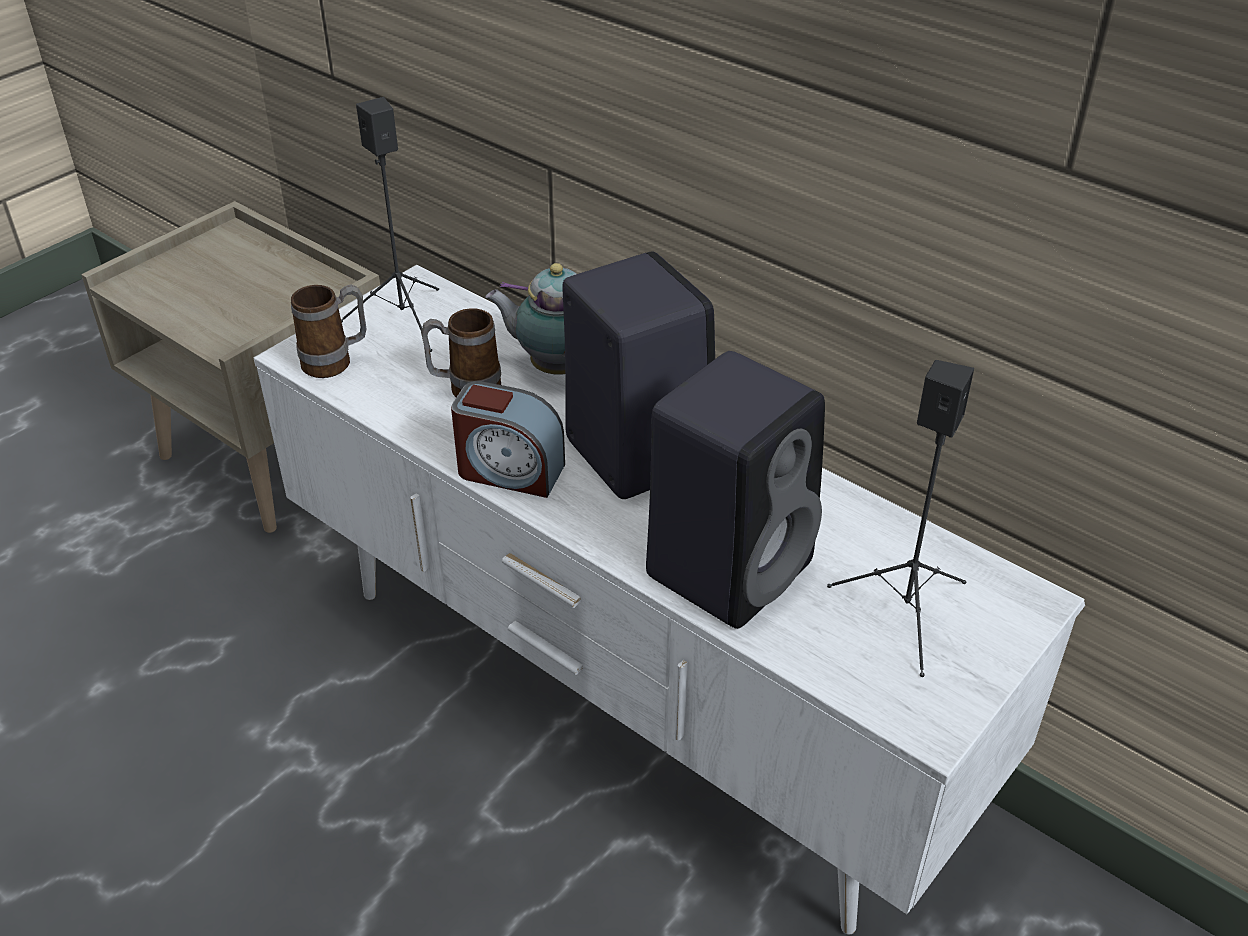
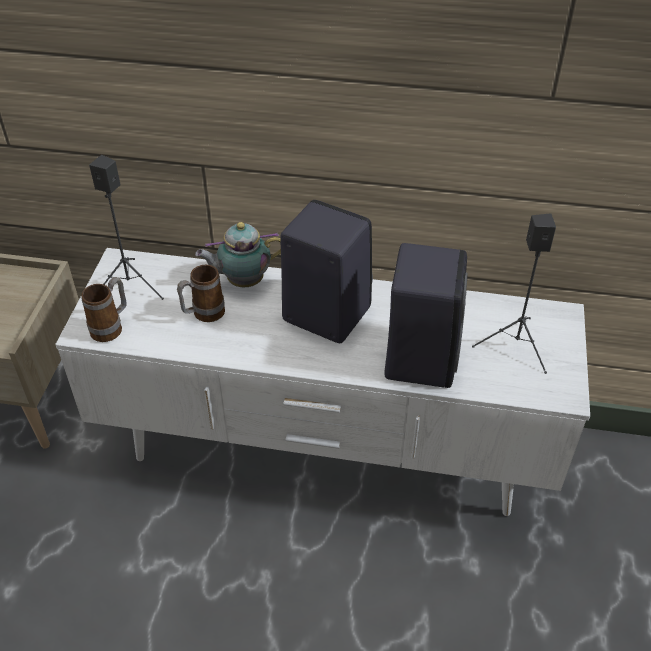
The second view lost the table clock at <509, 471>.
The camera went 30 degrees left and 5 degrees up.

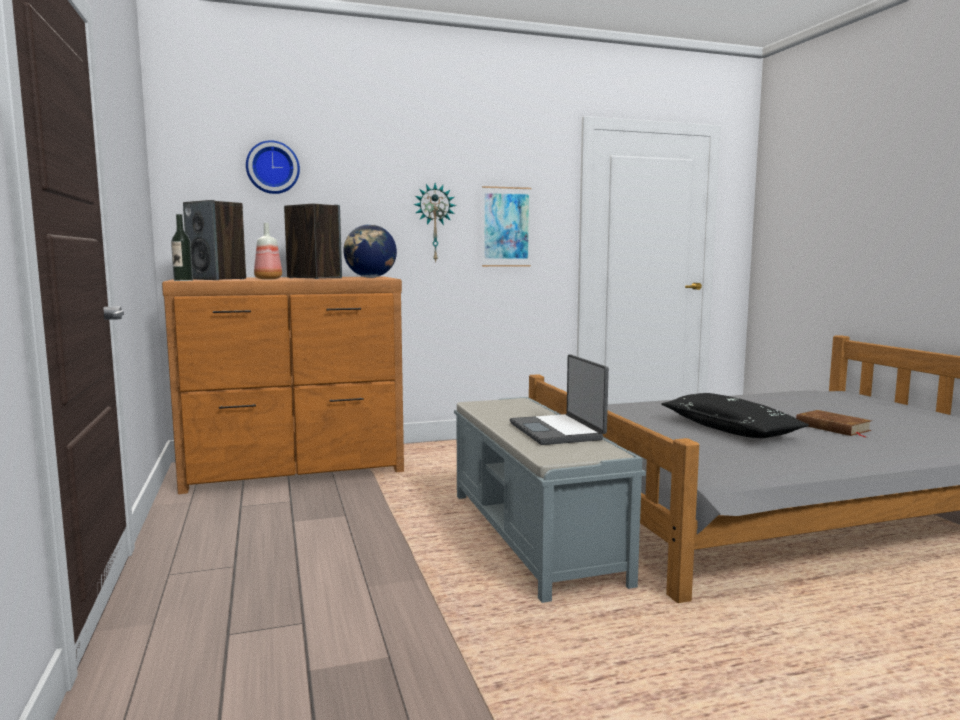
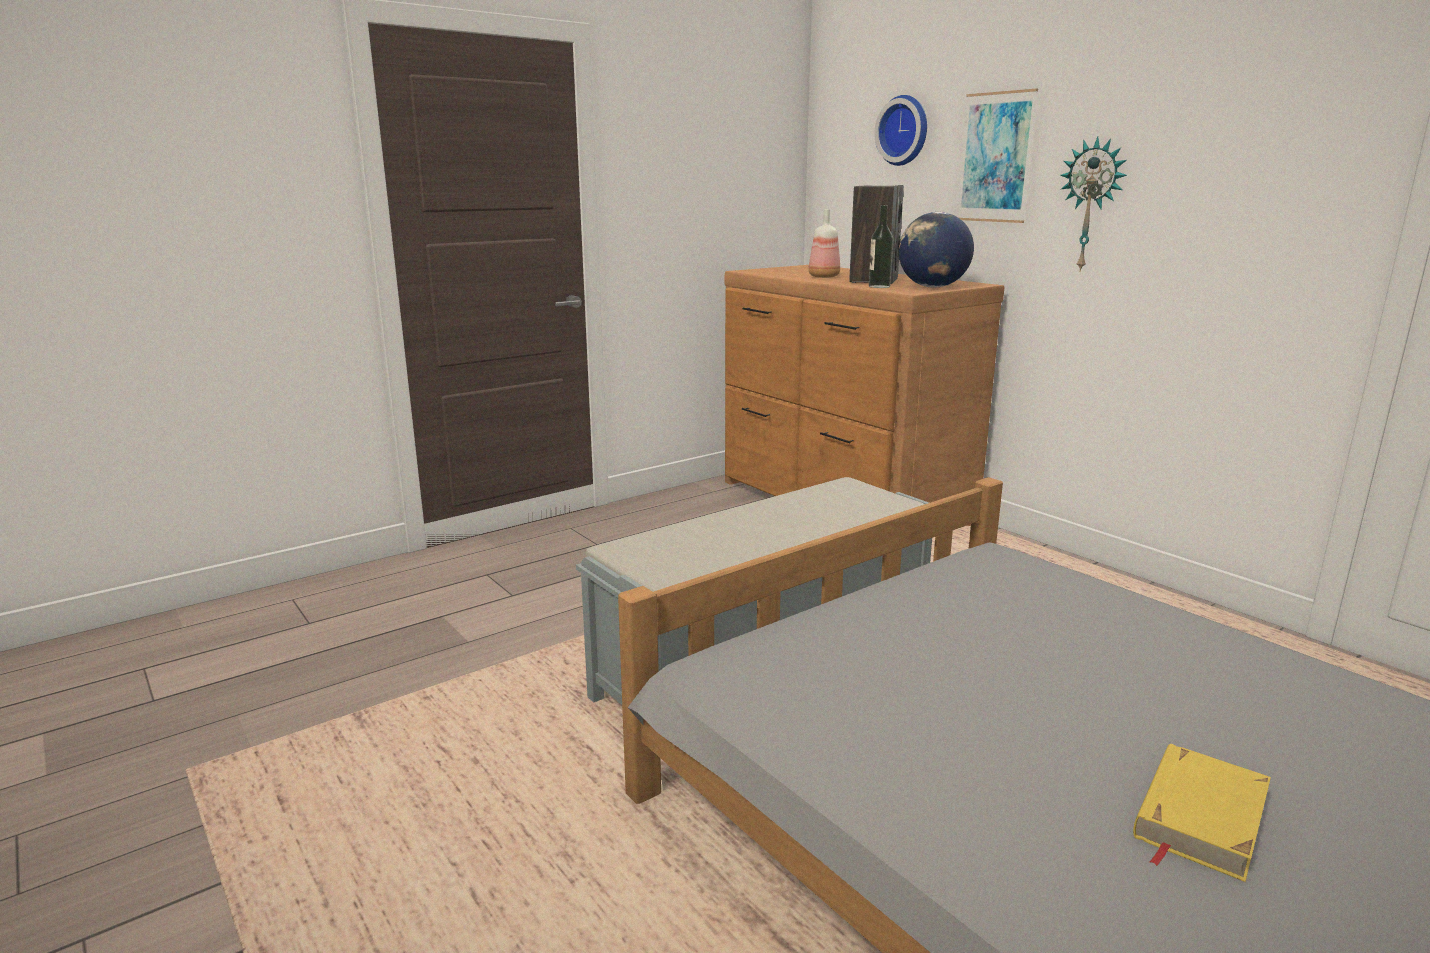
The beverage bottle ended up elsewhere, having gone from <183, 280> to <879, 286>.
The picture ended up elsewhere, having gone from <506, 227> to <995, 157>.
What was the book (brown) at <832, 427> turned into the book (yellowish) at <1199, 817>.
The second view lost the speaker at <217, 279>.
The second view lost the notebook computer at <558, 431>.
The second view lost the pillow (blackish) at <730, 429>.
The camera went 70 degrees right and 10 degrees up.

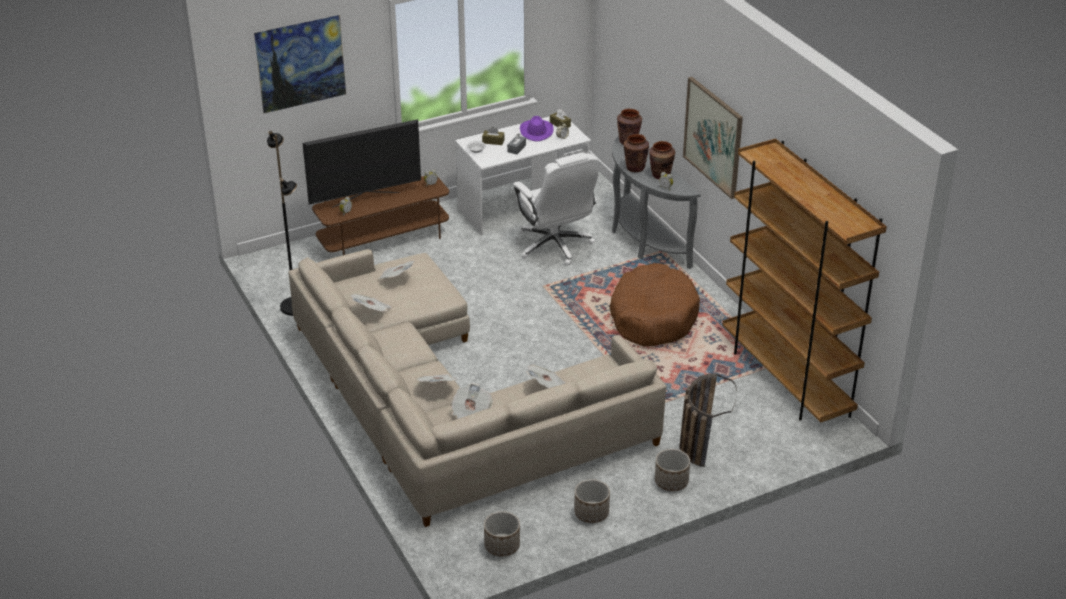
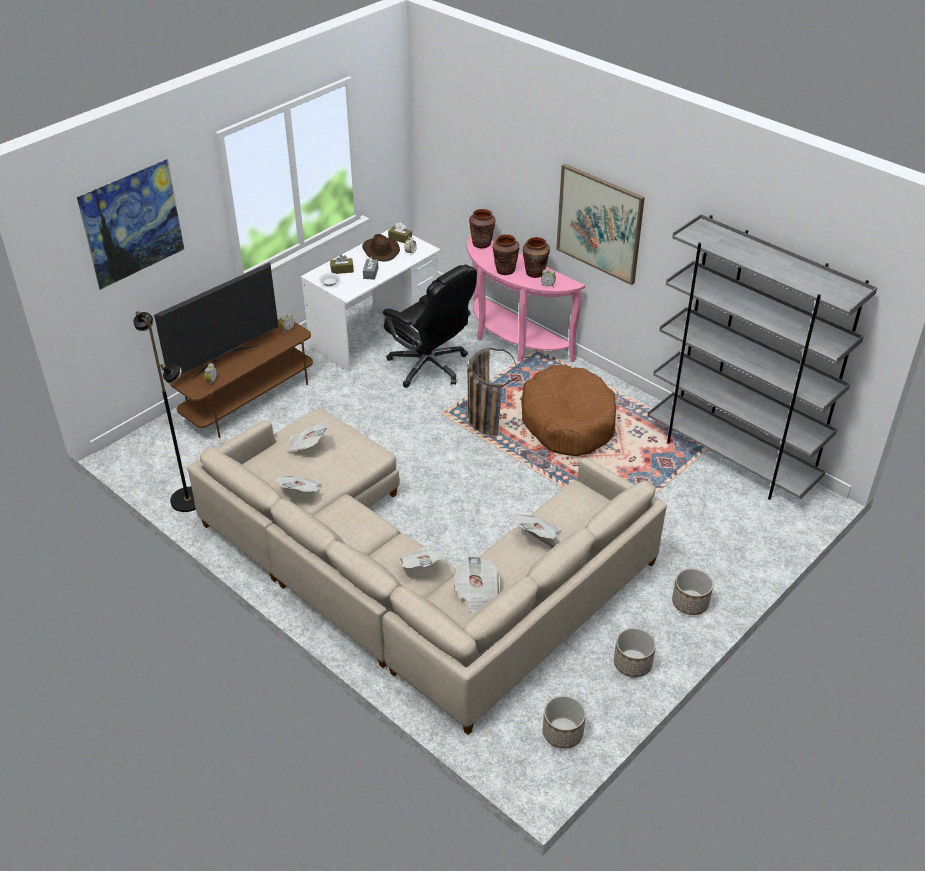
What was the hat (purple) at <536, 131> turned into the hat (brown) at <380, 250>.
What was the office chair (white) at <555, 245> turned into the office chair (blackish) at <429, 366>.
What was the narrow table (grey) at <643, 239> turned into the narrow table (pink) at <512, 341>.
The household basket ended up elsewhere, having gone from <699, 444> to <484, 416>.
What was the shelving unit (brown) at <786, 379> turned into the shelving unit (grey) at <731, 458>.
The camera went 20 degrees left and 5 degrees up.

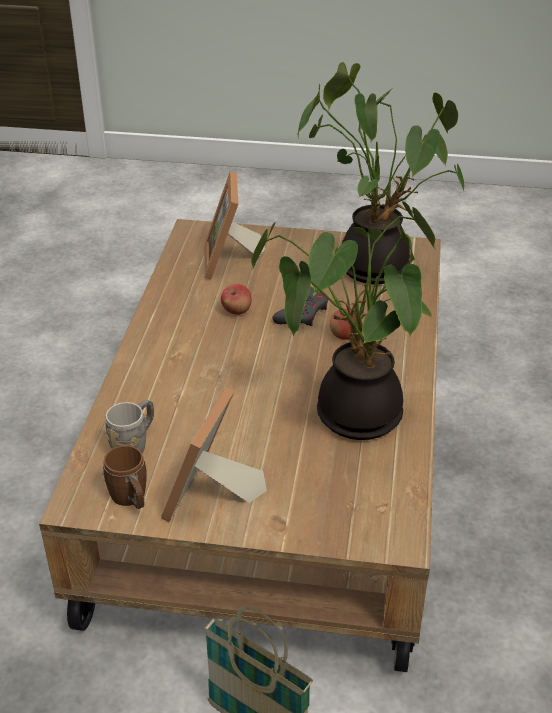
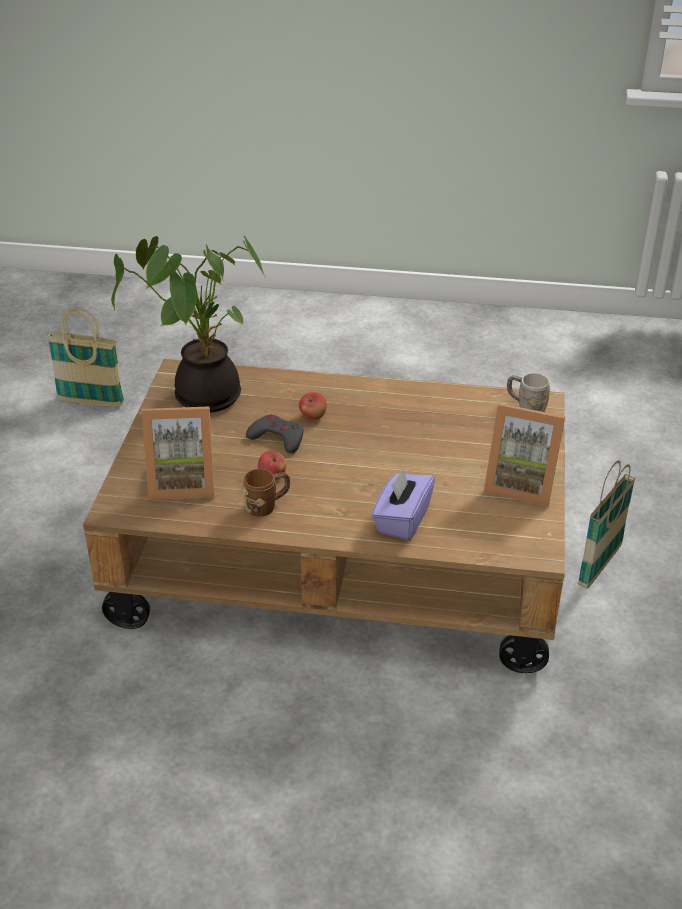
The second view gained the household basket at <91, 402>.
The mug (brown) ended up elsewhere, having gone from <131, 499> to <267, 505>.
The second view gained the tissue box (purple) at <402, 520>.
The mug (grey) ended up elsewhere, having gone from <134, 444> to <526, 407>.
The second view lost the potted plant at <351, 414>.
The camera went 90 degrees left and 0 degrees up.

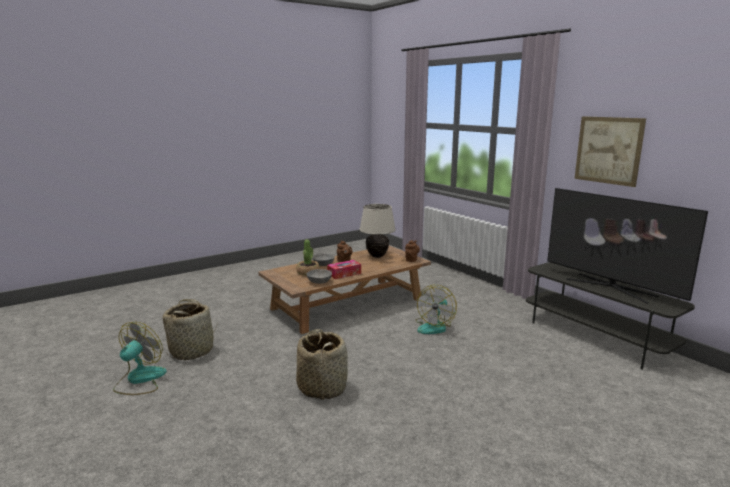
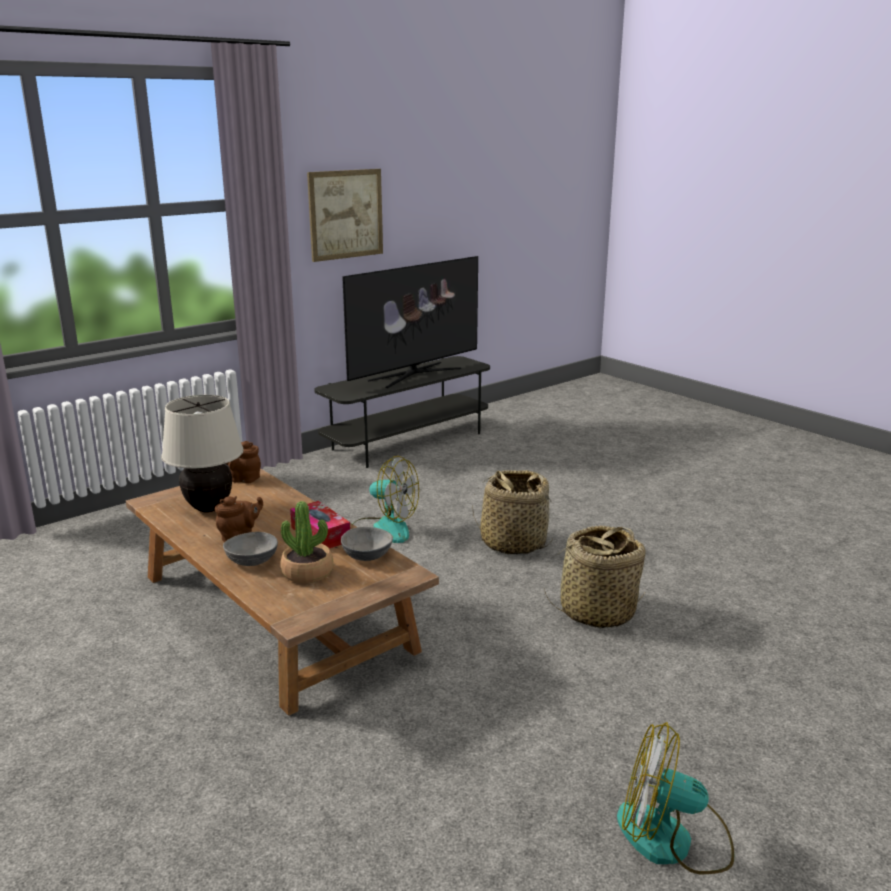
The household basket ended up elsewhere, having gone from <192, 351> to <513, 542>.
The camera went 95 degrees left and 5 degrees up.

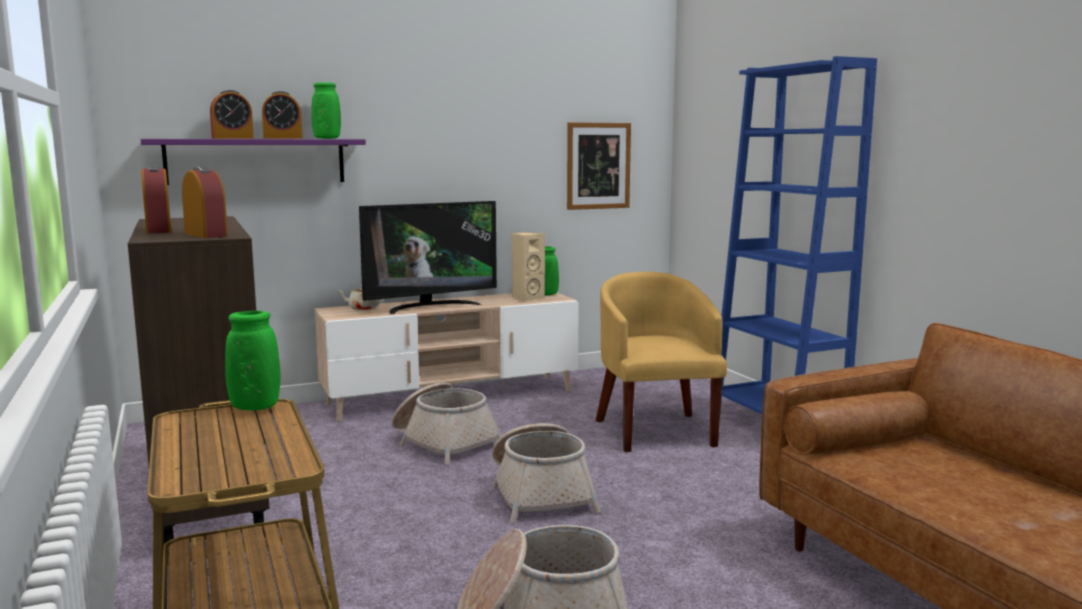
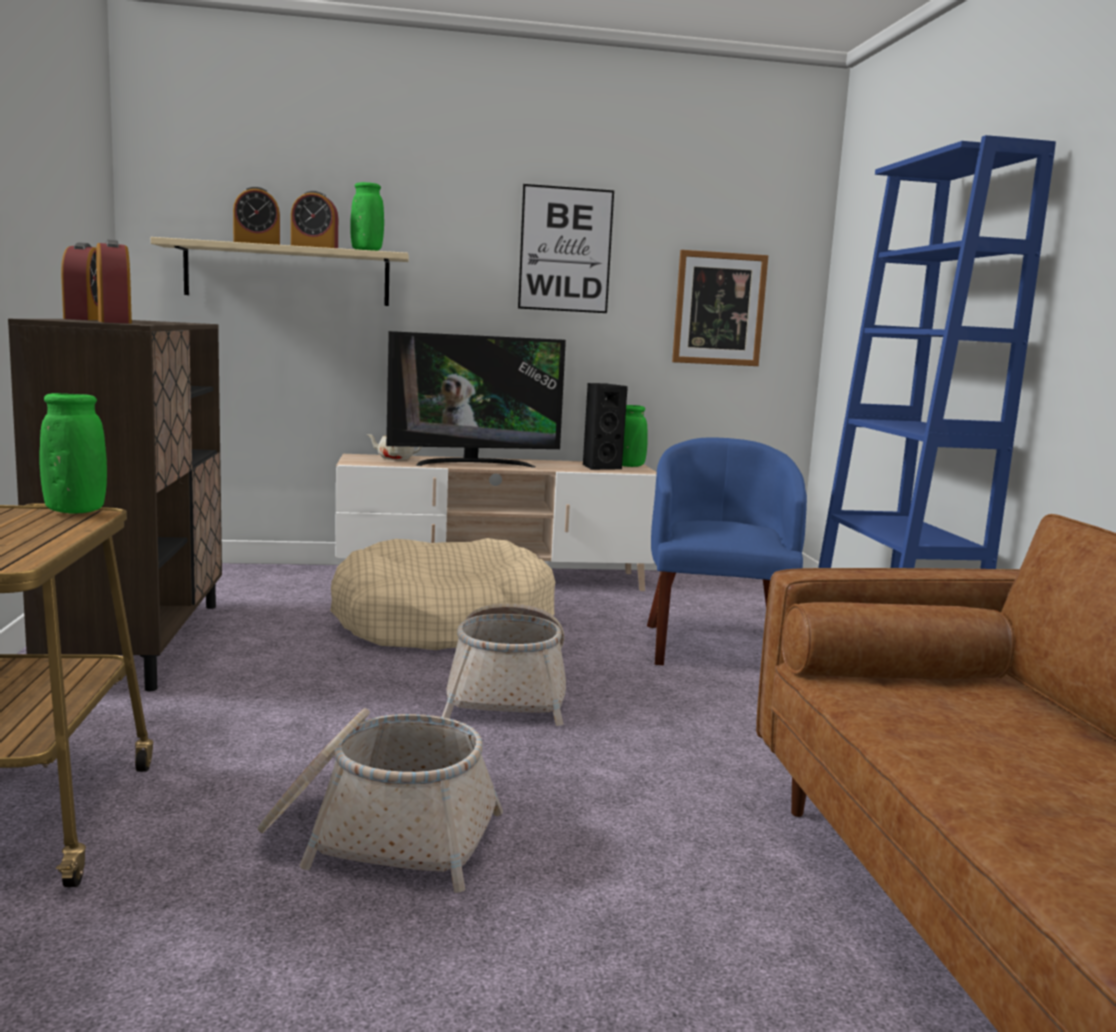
What was the wall shelf (purple) at <256, 161> turned into the wall shelf (beige-coloured) at <288, 274>.
Where the household basket stood at <444, 442>, the pet bed (beige-coloured) came to stand at <443, 623>.
The second view gained the picture at <565, 249>.
What was the speaker (beige-coloured) at <527, 298> turned into the speaker (blackish) at <600, 467>.
What was the easy chair (yellowish) at <655, 430> turned into the easy chair (bluish) at <716, 646>.
The camera went 15 degrees right and 0 degrees up.

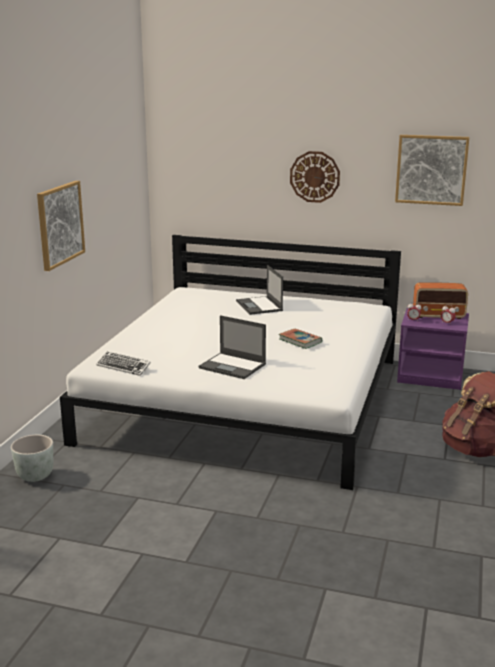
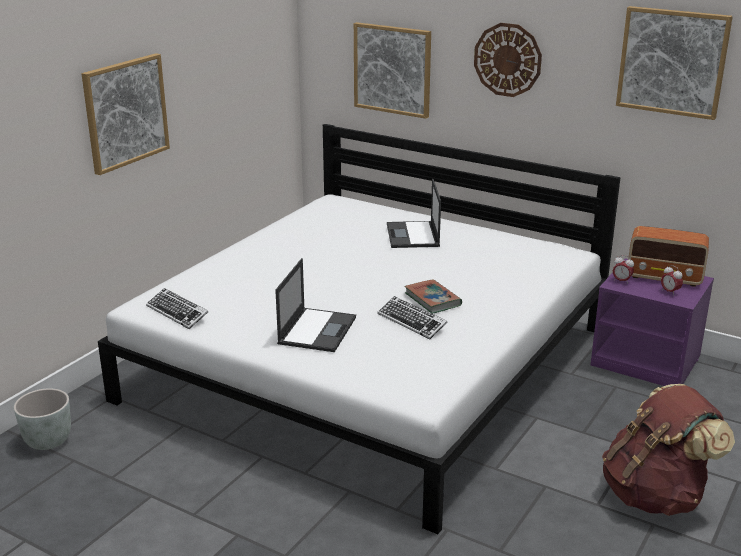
The notebook computer at <233, 366> ended up facing another way, 120 degrees counterclockwise from before.
The second view gained the picture at <392, 69>.
The second view gained the computer keyboard at <412, 322>.
The camera went 15 degrees right and 5 degrees up.

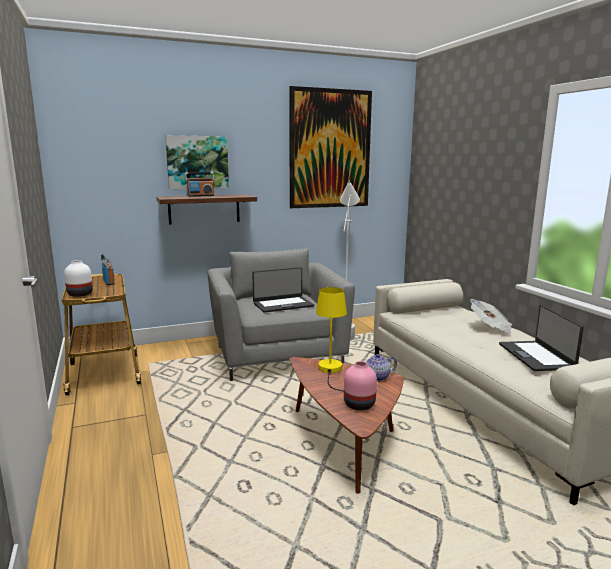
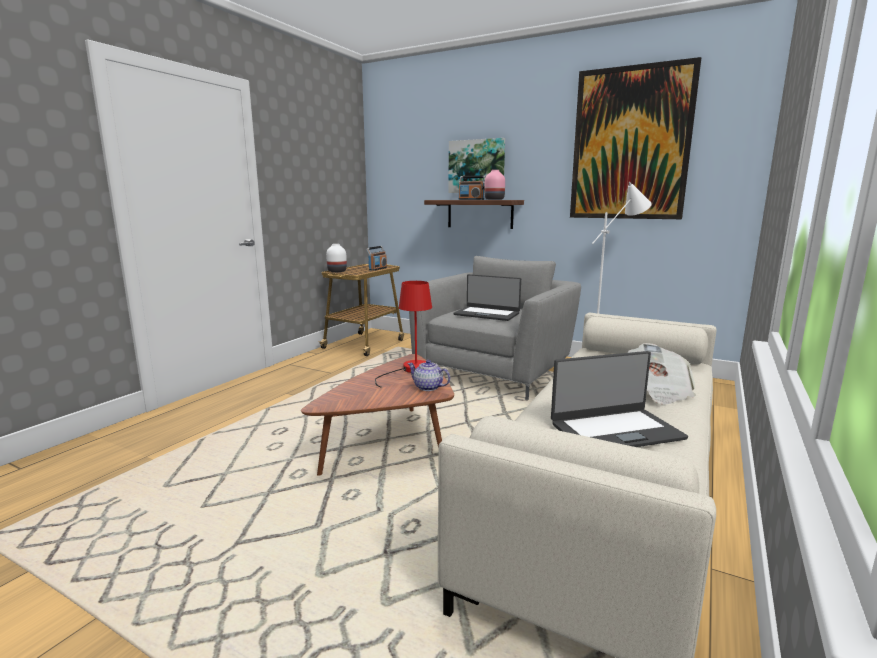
What was the lamp for a table (yellowish) at <331, 371> turned into the lamp for a table (reddish) at <409, 371>.
The vase (pink) ended up elsewhere, having gone from <358, 404> to <494, 199>.
The notebook computer at <536, 356> ended up facing another way, 150 degrees counterclockwise from before.
The camera went 50 degrees right and 0 degrees up.

